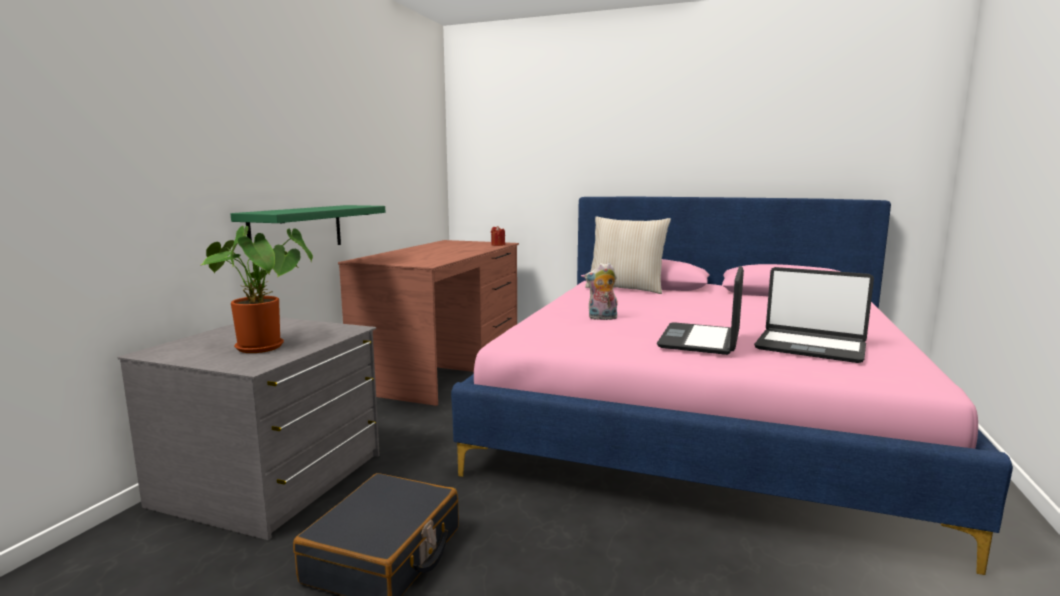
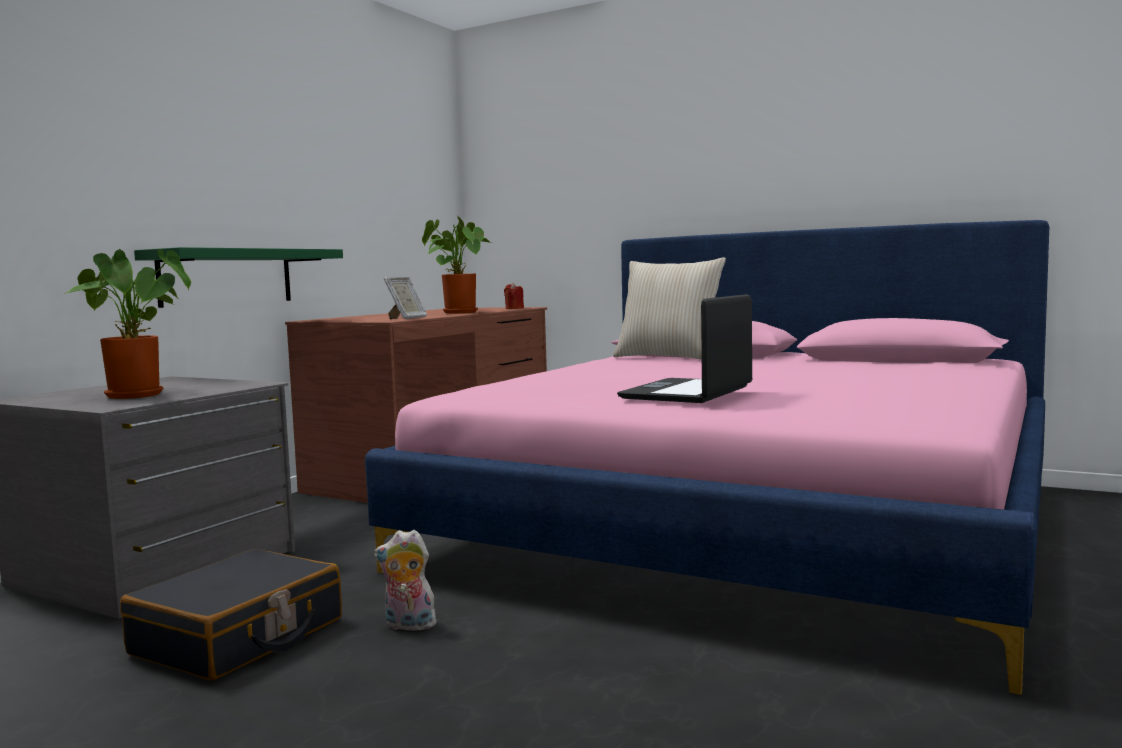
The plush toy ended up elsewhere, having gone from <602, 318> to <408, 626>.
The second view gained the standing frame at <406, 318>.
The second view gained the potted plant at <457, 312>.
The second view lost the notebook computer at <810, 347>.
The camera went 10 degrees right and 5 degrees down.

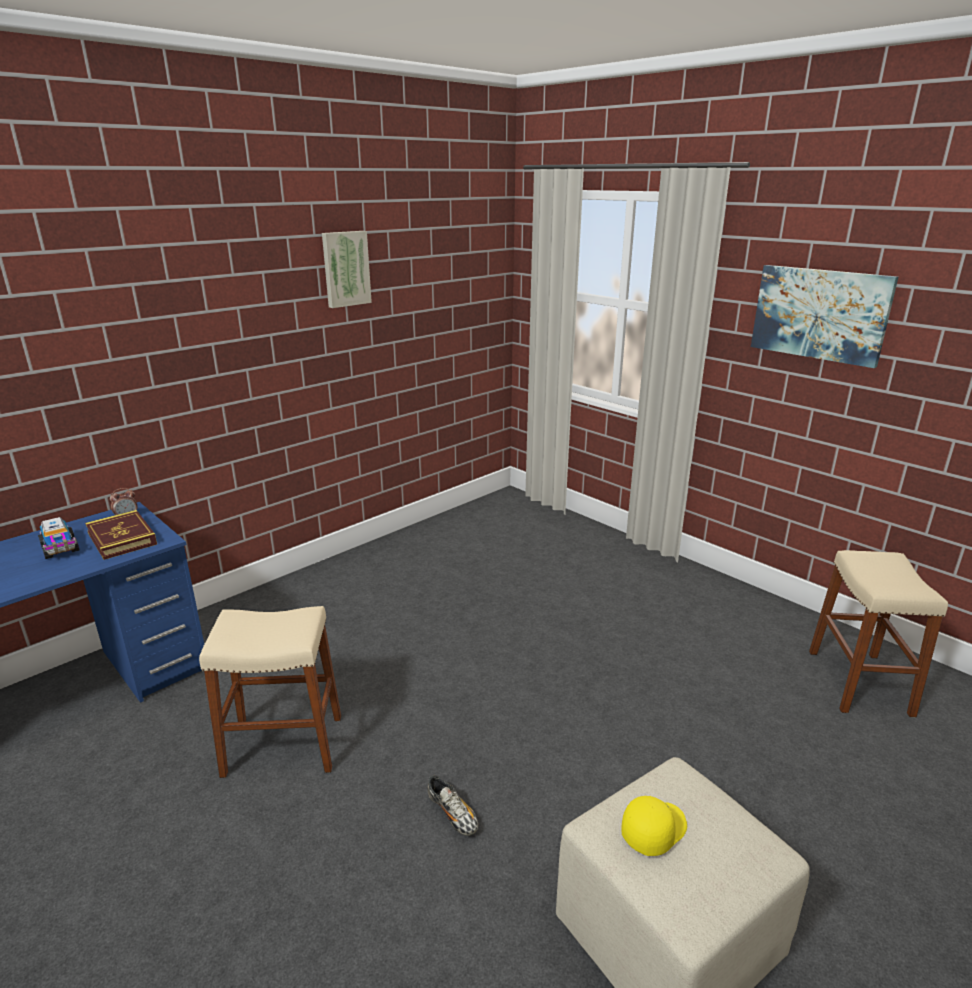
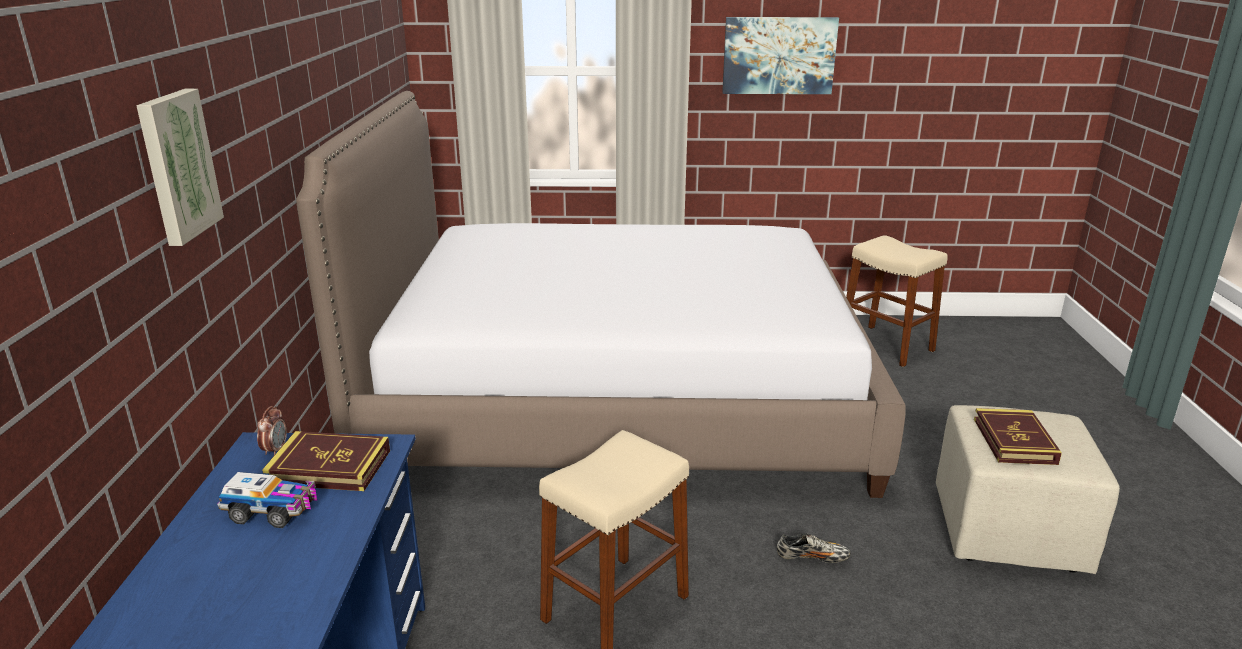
The picture ended up elsewhere, having gone from <345, 269> to <177, 166>.
The second view gained the bedroom bed at <617, 400>.
Where the baseball cap (yellowish) stood at <653, 829>, the book came to stand at <1014, 441>.
The camera went 45 degrees left and 0 degrees up.

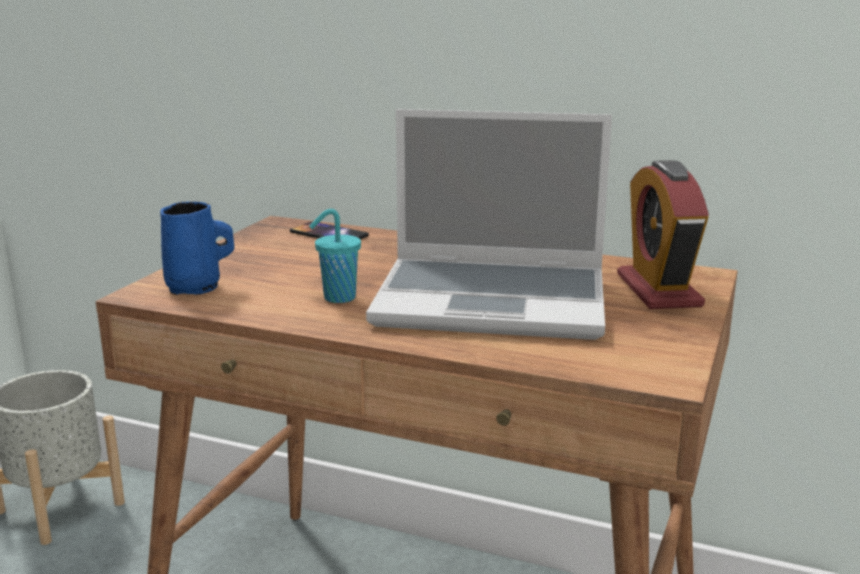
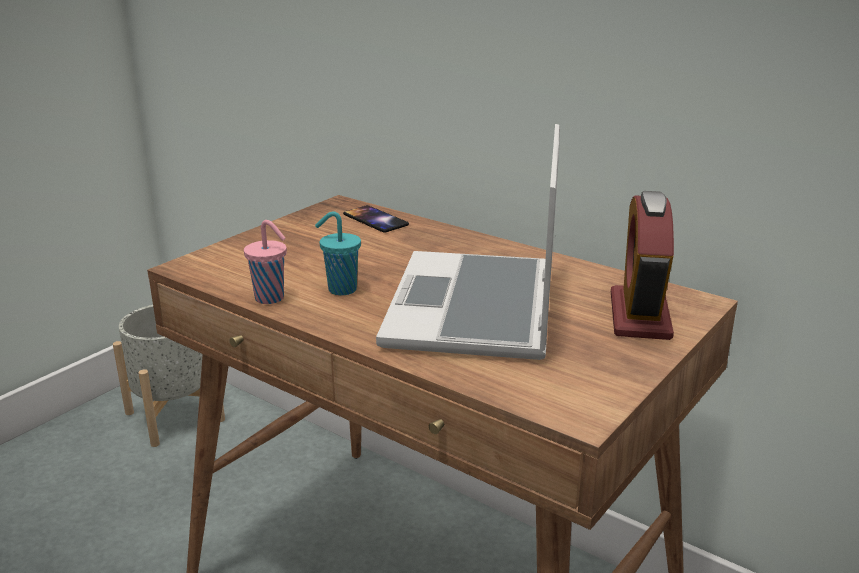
The second view gained the drinking cup (pink) at <271, 299>.
The notebook computer at <495, 301> ended up facing another way, 75 degrees clockwise from before.
The second view lost the mug (bluish) at <197, 288>.
The camera went 15 degrees right and 5 degrees up.

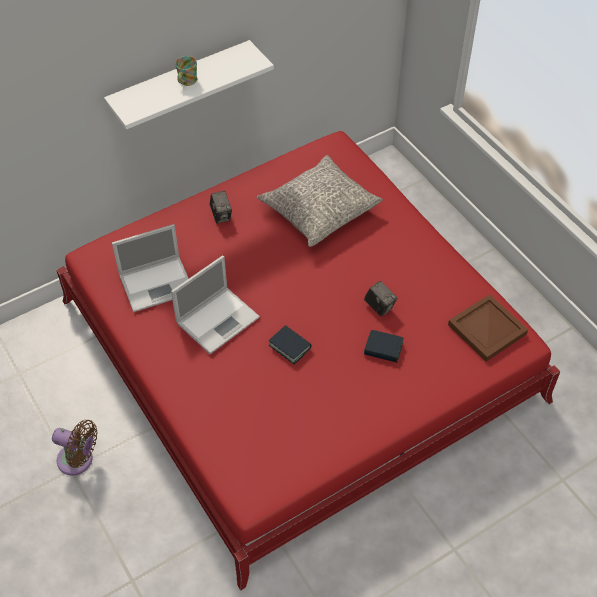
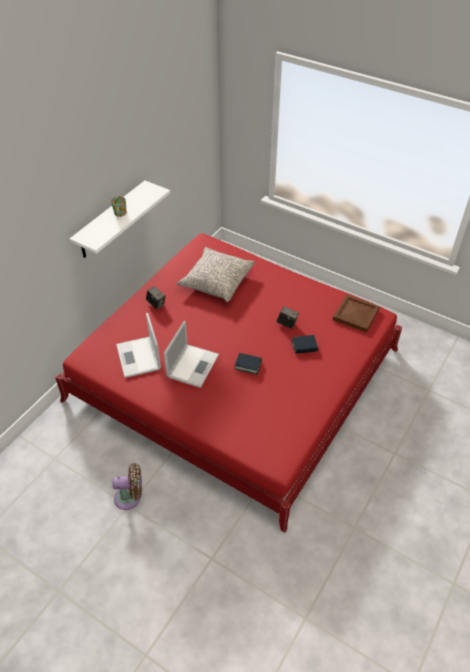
The notebook computer at <158, 283> ended up facing another way, 120 degrees clockwise from before.
The camera went 25 degrees left and 5 degrees down.

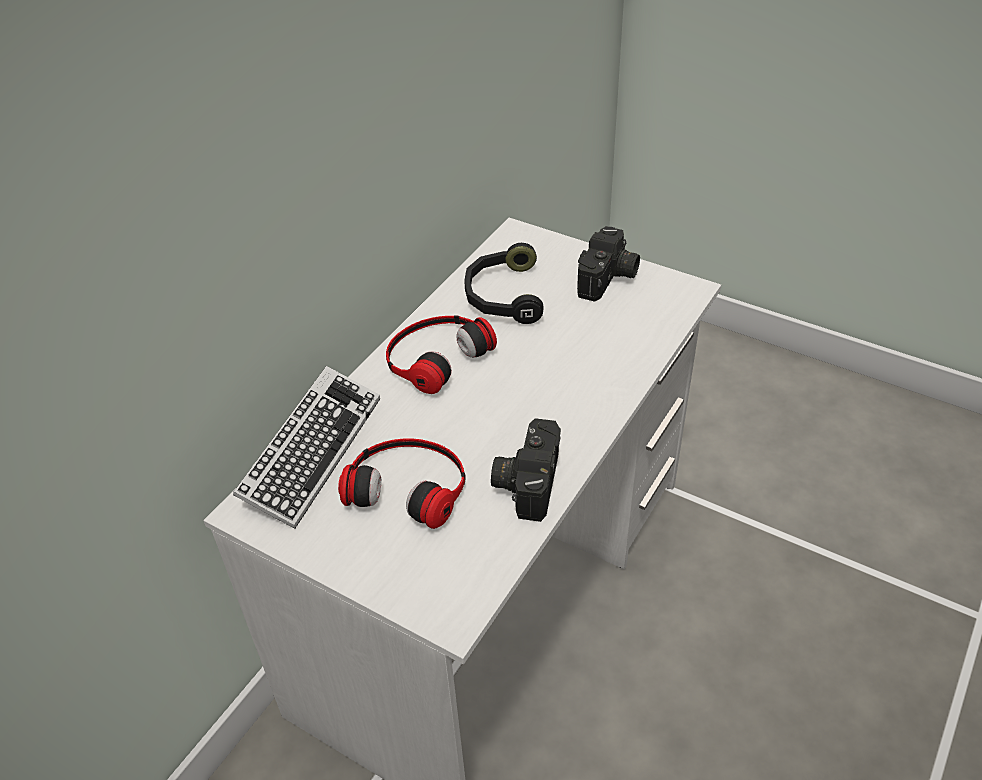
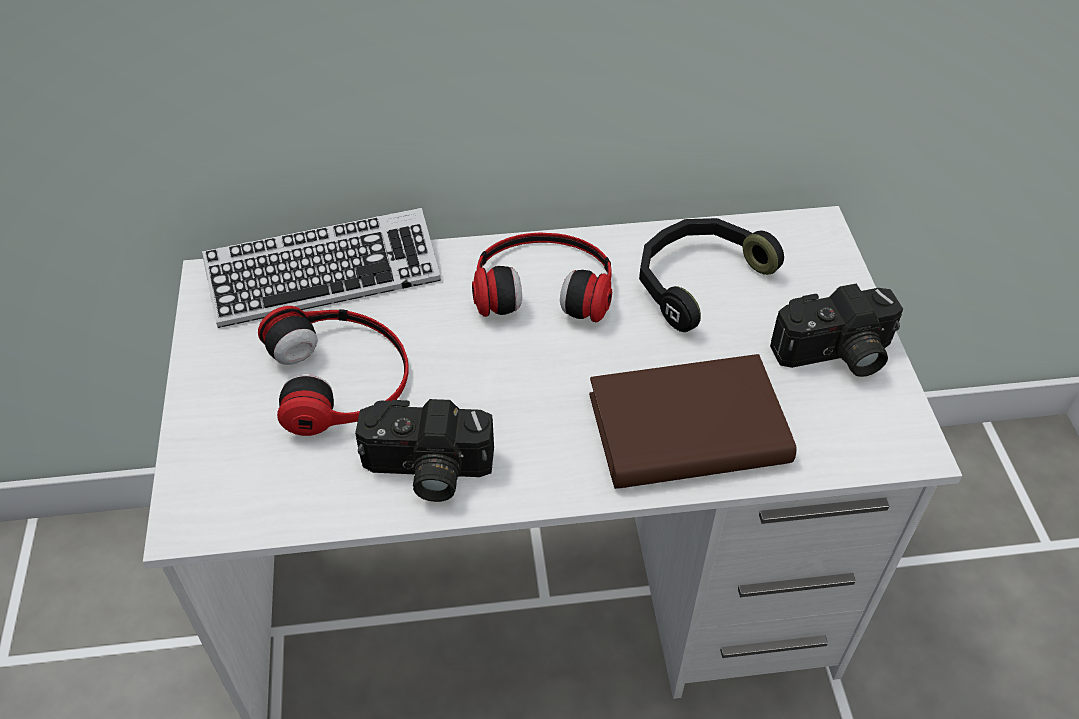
The still camera at <526, 481> ended up facing another way, 150 degrees counterclockwise from before.
The second view gained the book (brown) at <688, 429>.
The camera went 50 degrees right and 5 degrees up.

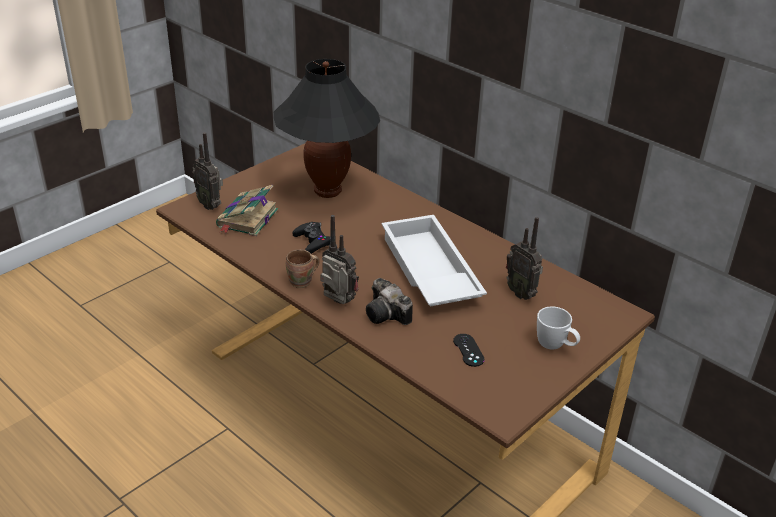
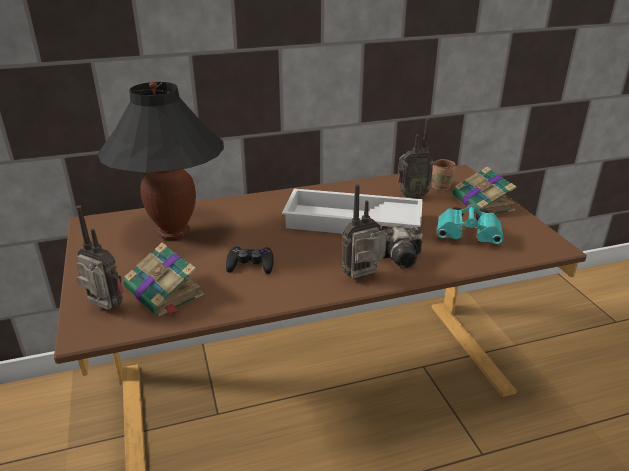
The radio at <211, 205> ended up facing another way, 135 degrees counterclockwise from before.
The mug (brown) ended up elsewhere, having gone from <302, 282> to <442, 186>.
Where the game controller (blackish) stood at <468, 350>, the pair of binoculars (turquoise) came to stand at <470, 237>.
Where the mug (white) stood at <555, 346>, the book came to stand at <483, 204>.
The camera went 60 degrees left and 5 degrees down.

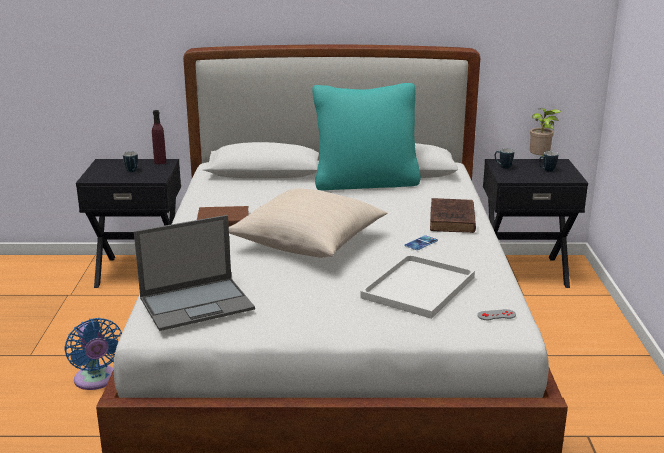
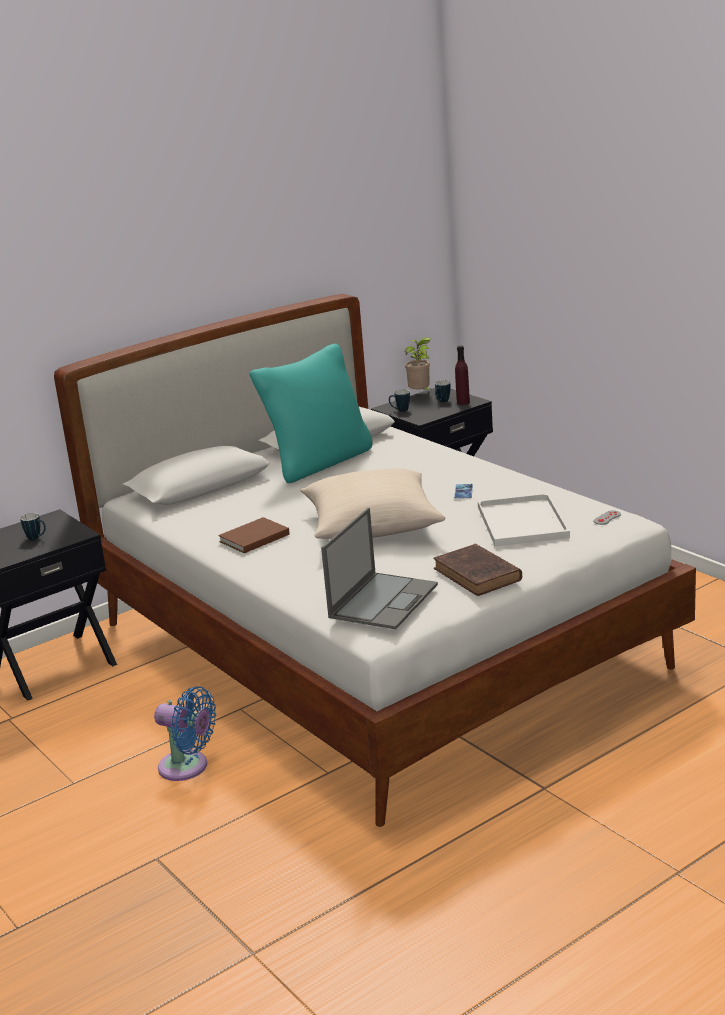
The book (brown) ended up elsewhere, having gone from <452, 220> to <478, 575>.
The beverage bottle (purple) ended up elsewhere, having gone from <160, 162> to <463, 402>.
The camera went 35 degrees left and 0 degrees up.

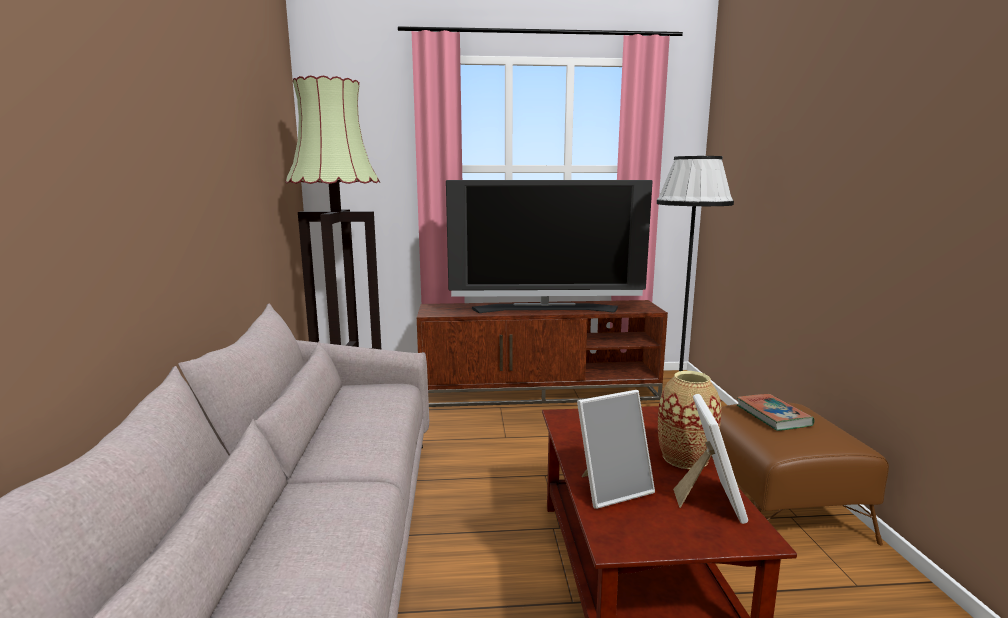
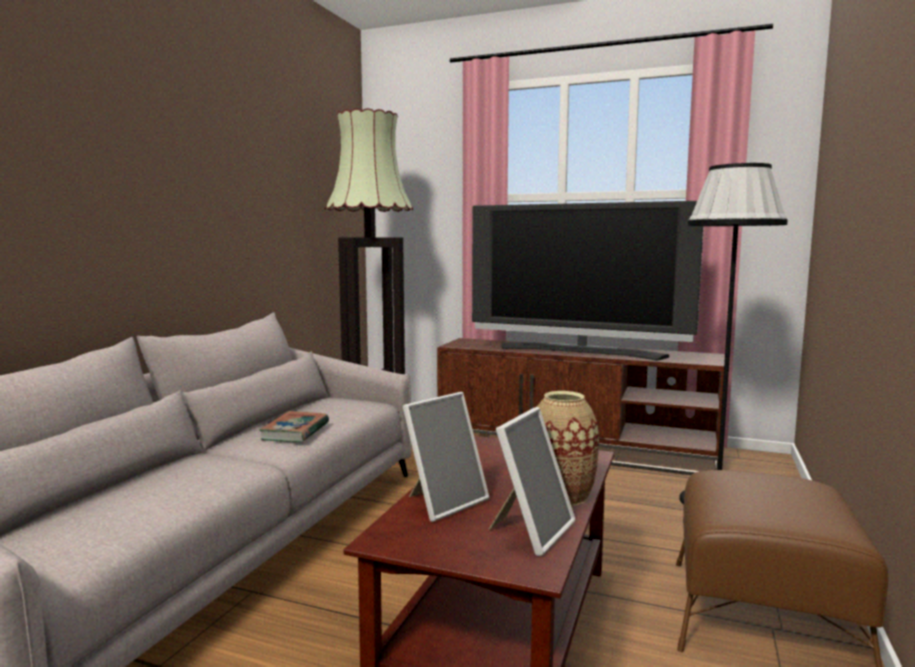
The book ended up elsewhere, having gone from <773, 416> to <295, 431>.
The standing frame at <611, 488> ended up facing another way, 45 degrees counterclockwise from before.
The camera went 25 degrees right and 5 degrees down.

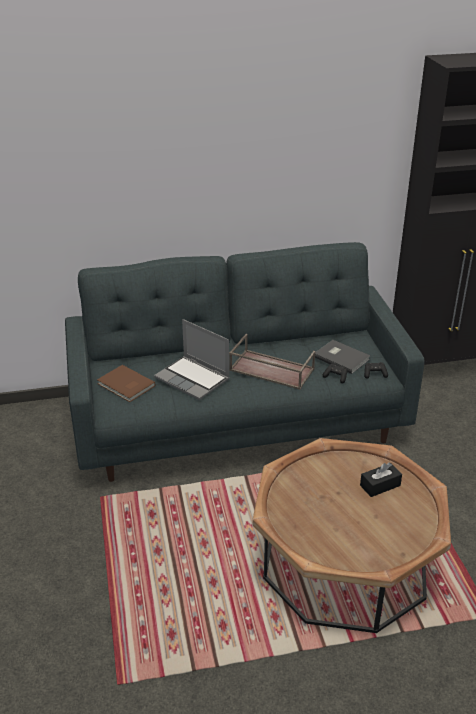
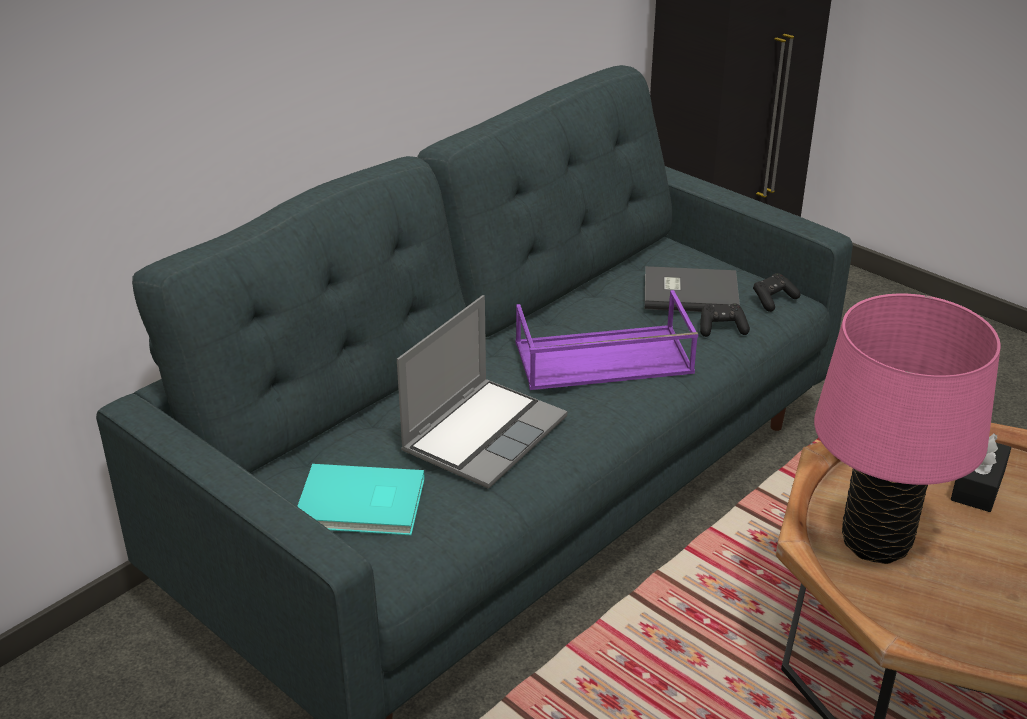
What was the book (brown) at <125, 385> turned into the book (turquoise) at <362, 505>.
The notebook computer at <193, 379> ended up facing another way, 60 degrees counterclockwise from before.
What was the serving tray (brown) at <270, 370> turned into the serving tray (purple) at <602, 359>.
The second view gained the lamp for a table (pink) at <875, 542>.
The camera went 35 degrees left and 0 degrees up.

